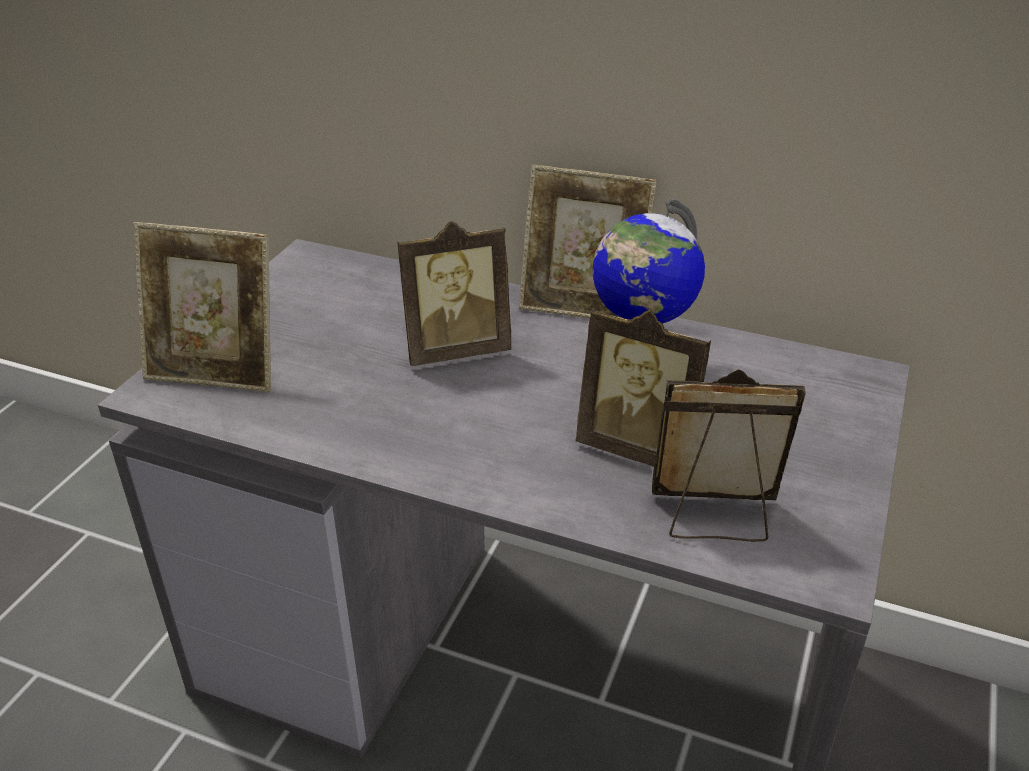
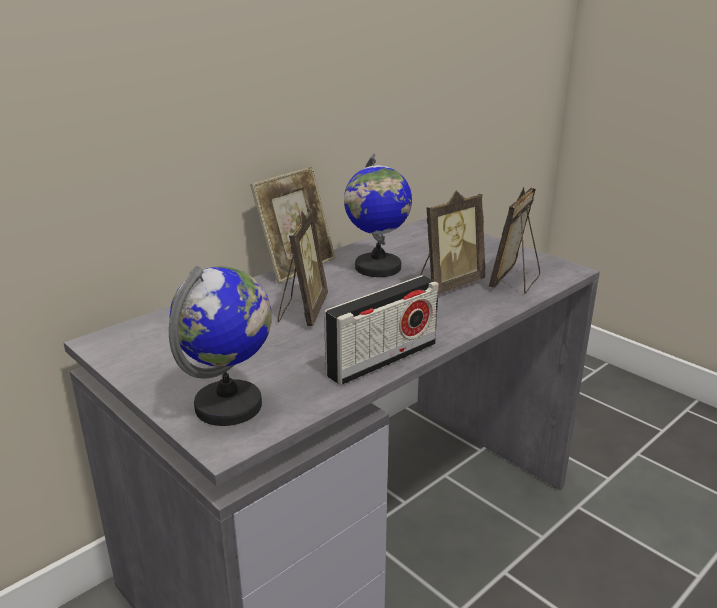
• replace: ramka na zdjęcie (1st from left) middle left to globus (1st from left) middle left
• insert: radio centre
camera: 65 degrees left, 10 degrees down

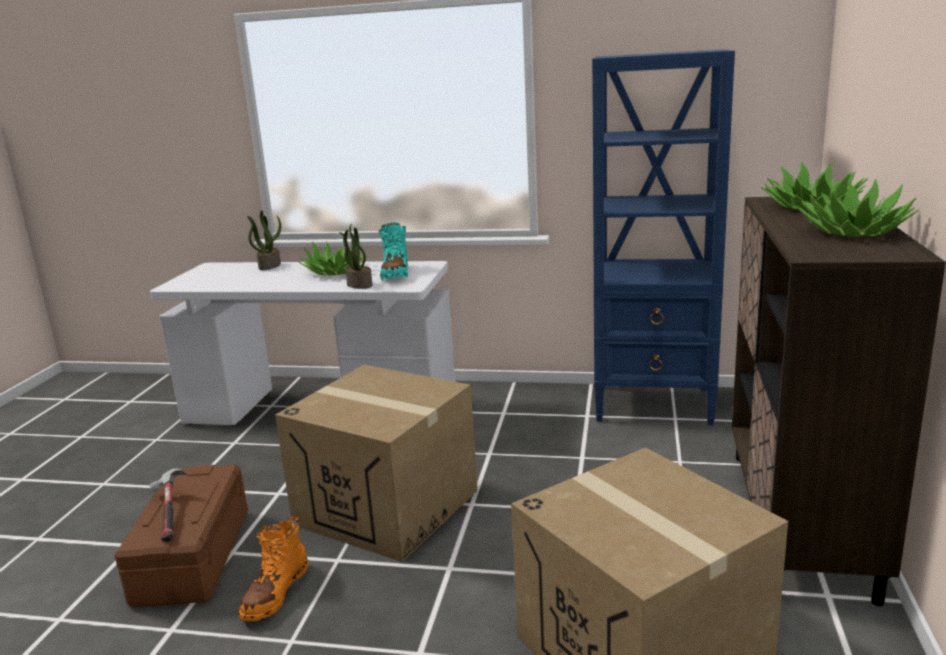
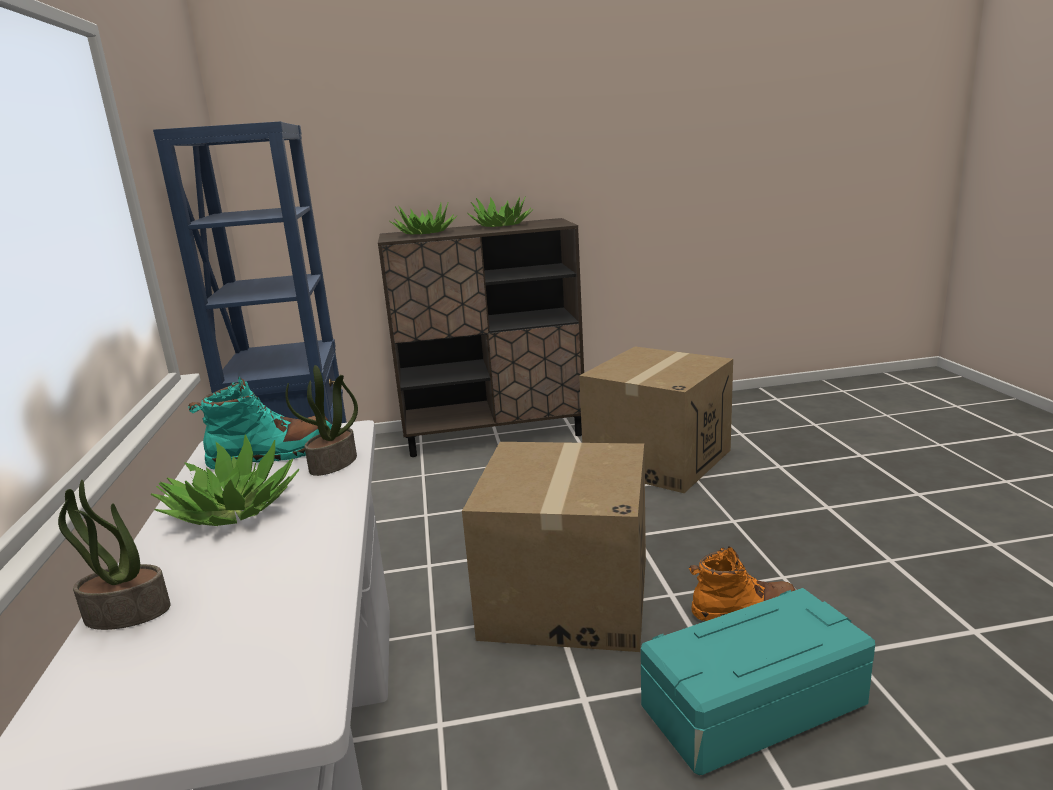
• recolor: pojemnik do przechowywania [brązowy] bottom left to pojemnik do przechowywania [turkusowy] bottom right
• delete: młotek bottom left
camera: 110 degrees left, 0 degrees up

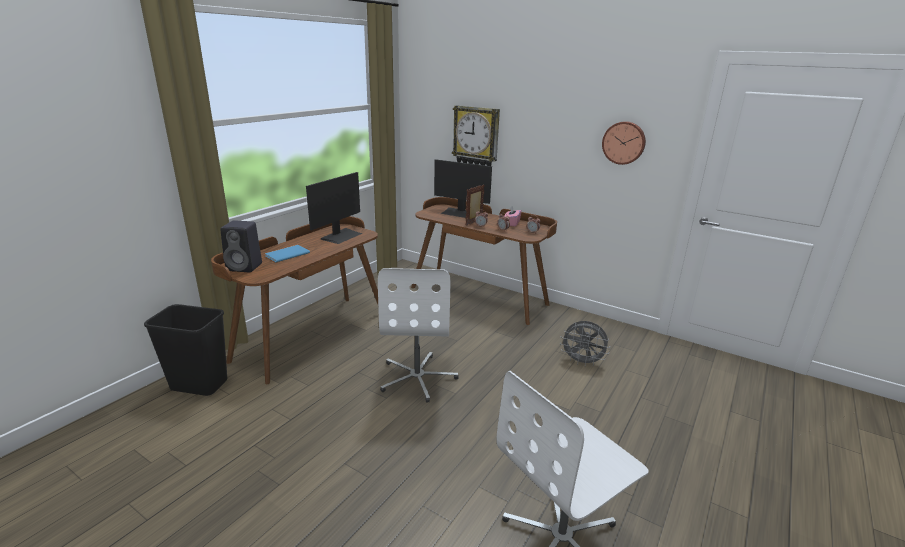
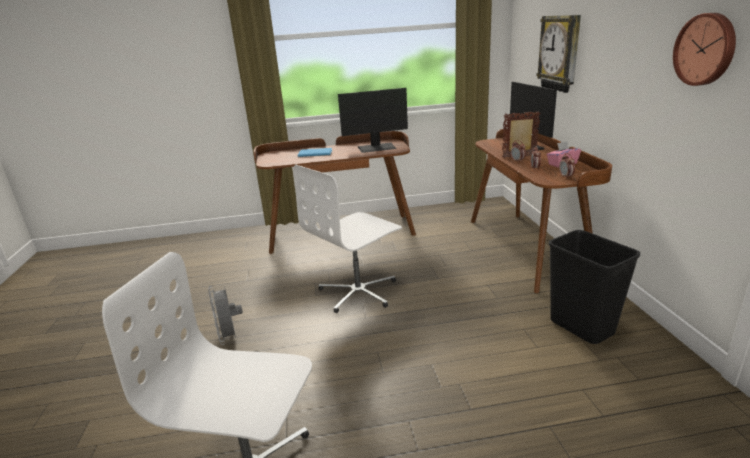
• delete: głośnik [czarny] middle left
• move: kosz na śmieci [czarny] middle left to middle right
• move: wentylator [szary] centre to bottom left
camera: 50 degrees right, 0 degrees up

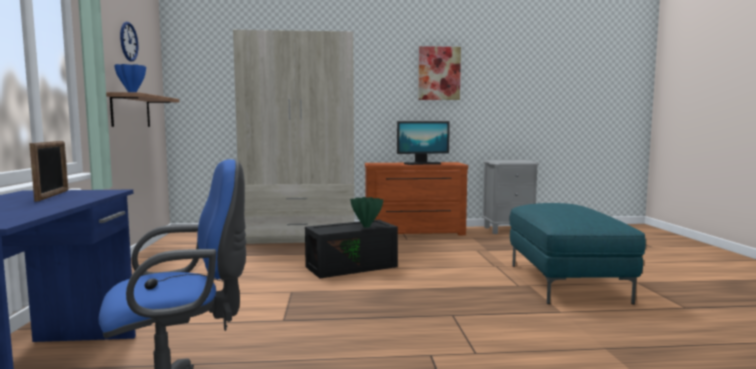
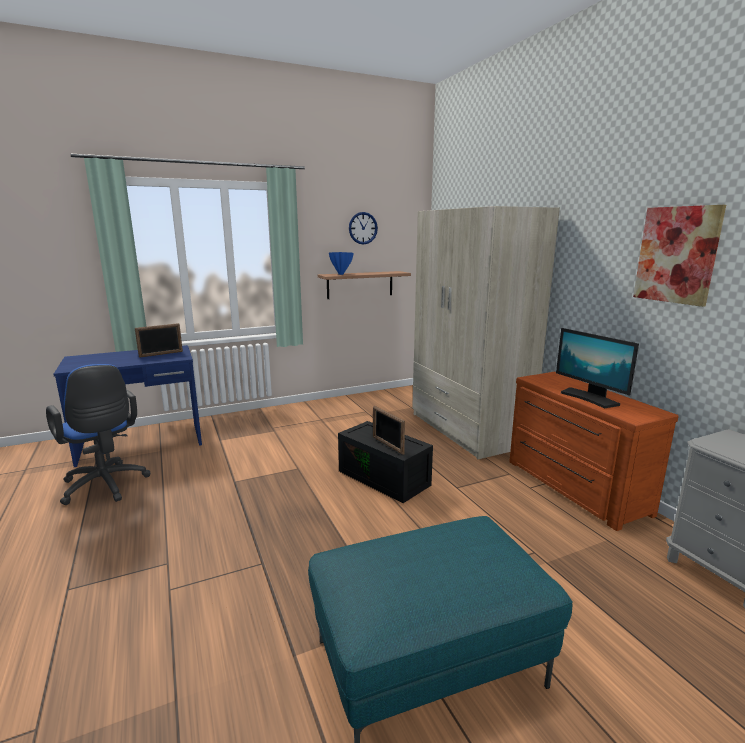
• replace: wazon [zielony] centre to ramka na zdjęcie (2nd from left) centre
camera: 70 degrees right, 10 degrees up

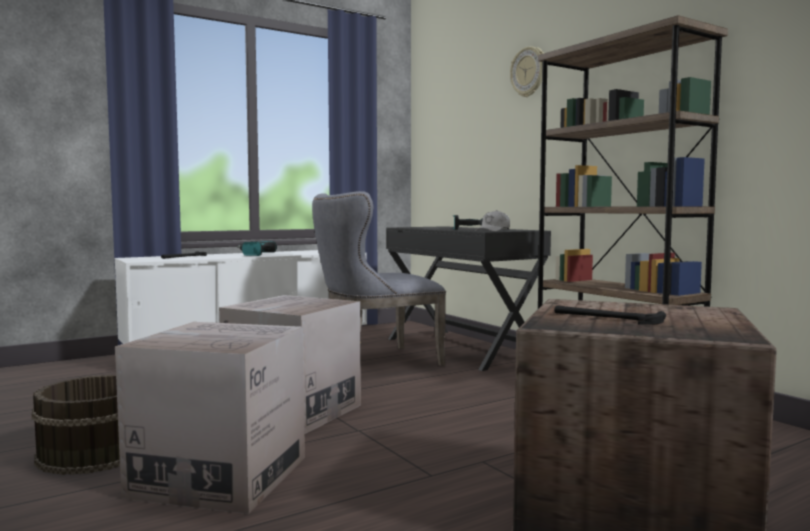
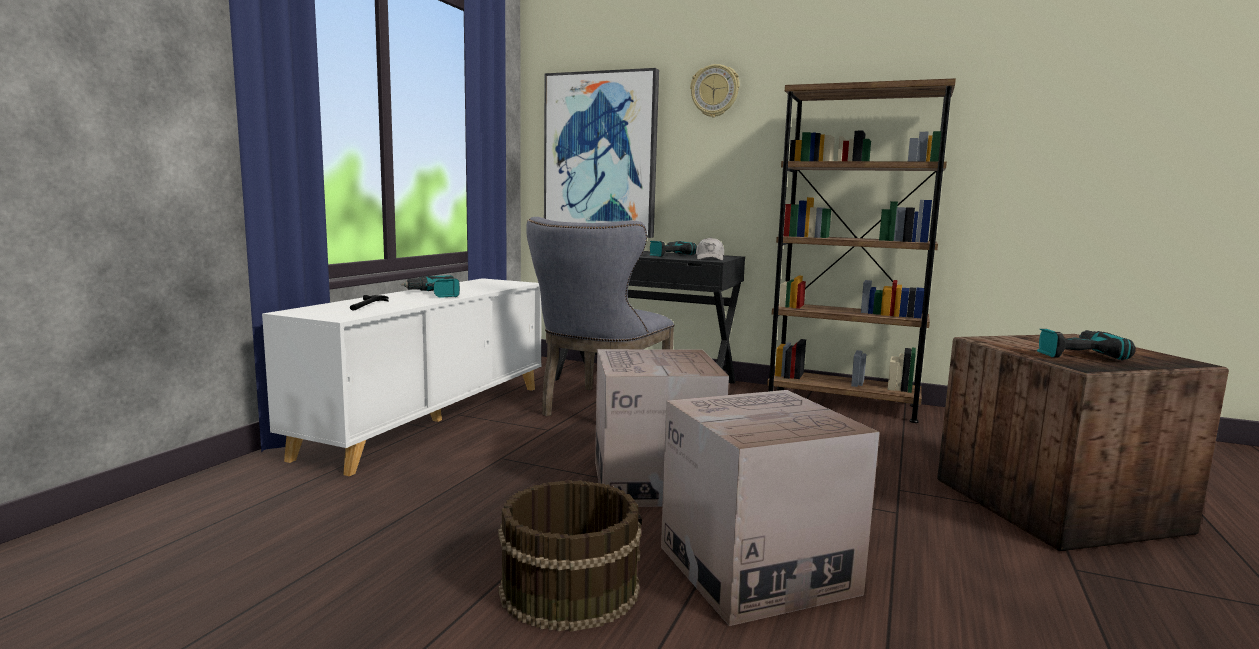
• replace: młotek (2nd from left) middle right to wiertarka (3rd from left) middle right
• insert: obraz top centre
camera: 35 degrees left, 5 degrees up

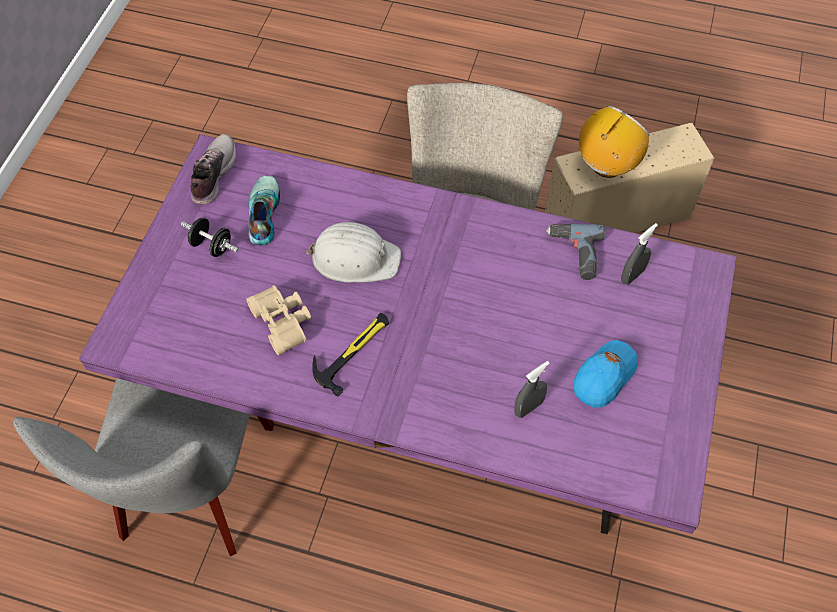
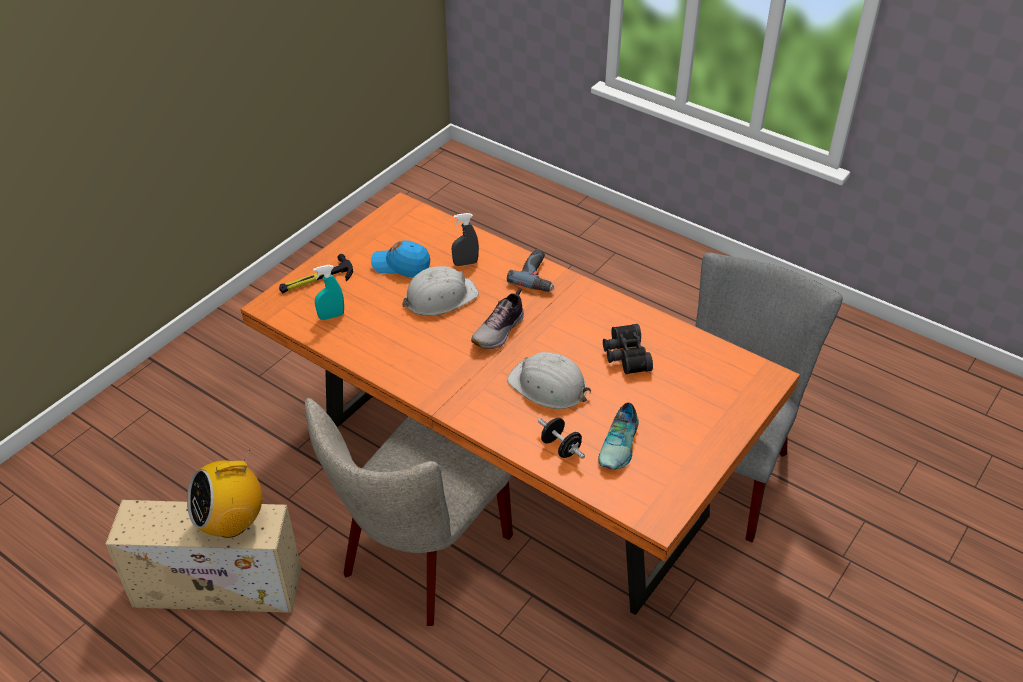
• recolor: stół jadalny [fioletowy] centre to stół jadalny [pomarańczowy] centre
• move: but (1st from left) top left to centre
• move: hantel [czarny] middle left to centre
• recolor: spryskiwacz [szary] (2nd from left) middle right to spryskiwacz [turkusowy] middle left
• move: wiertarka middle right to centre
• recolor: lornetka [beżowy] centre to lornetka [czarny] centre
• move: młotek centre to middle left
• rotate: czapka z daszkiem [niebieski] middle right = centre 45 degrees clockwise
• insert: kask [biały] (1st from left) centre
camera: 160 degrees left, 15 degrees down

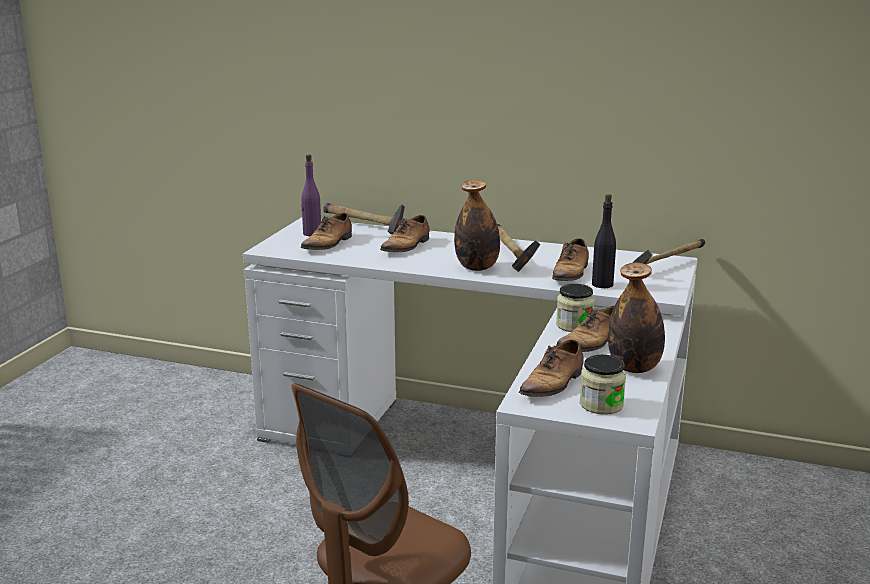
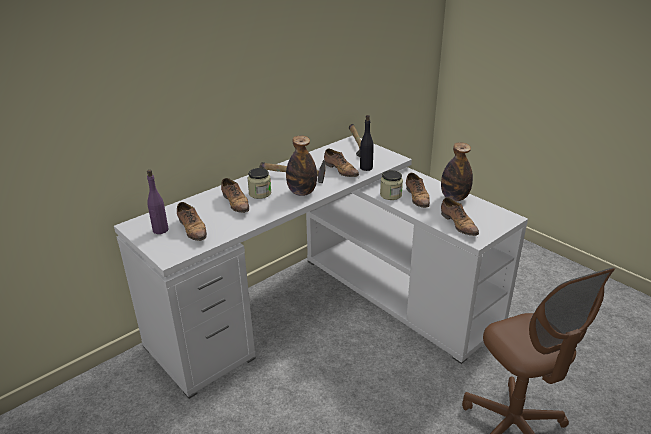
• delete: młotek (1st from left) centre
• move: słoik (2nd from left in the first image) middle right to słoik (1st from left) centre
camera: 60 degrees left, 10 degrees up

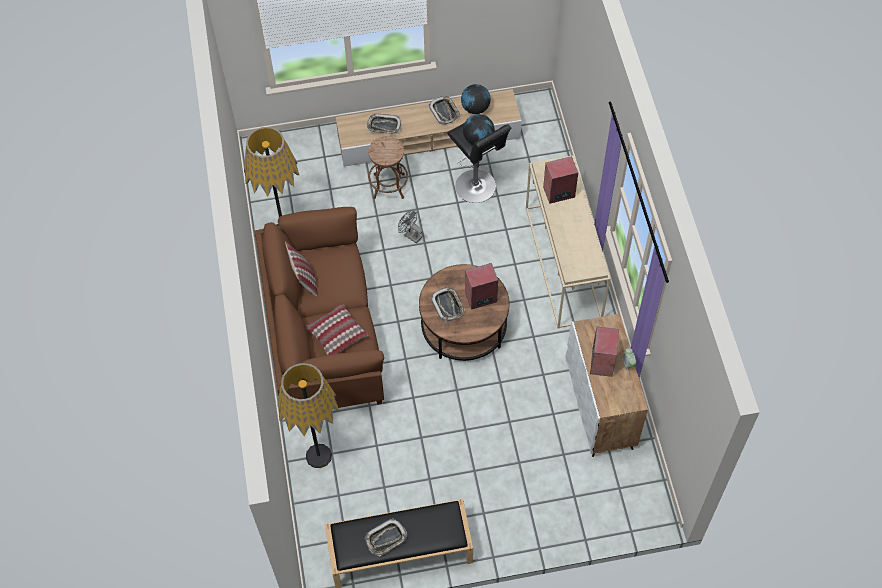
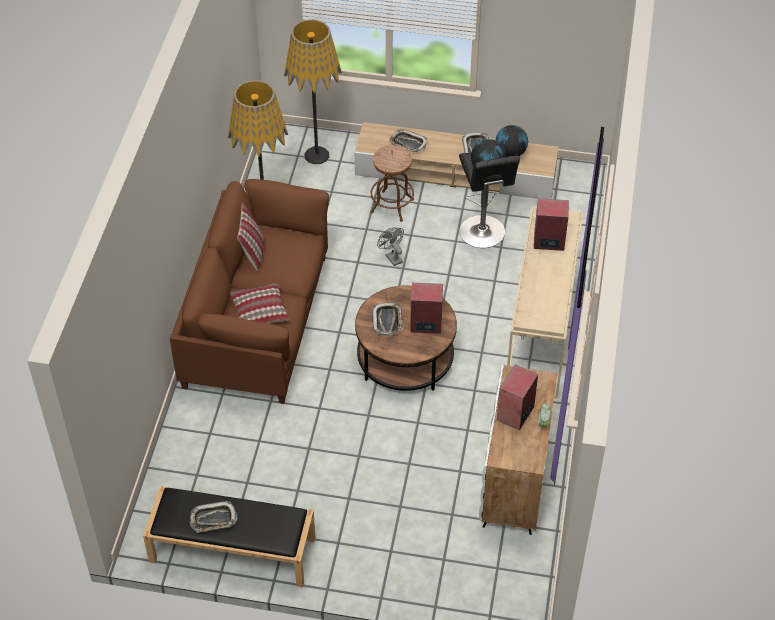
• move: lampa stojąca (2nd from left) bottom centre to top centre
camera: 20 degrees right, 10 degrees down

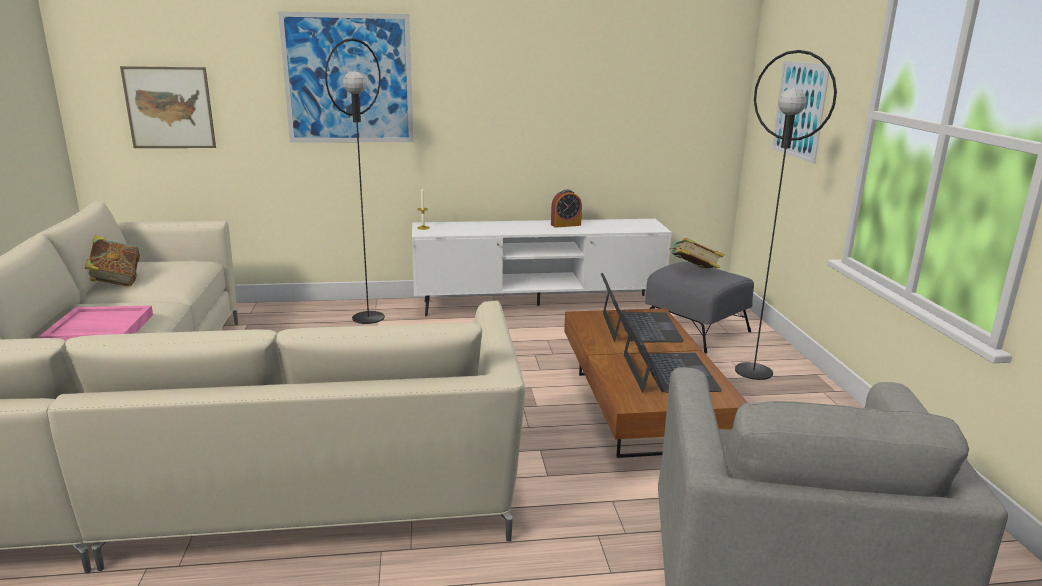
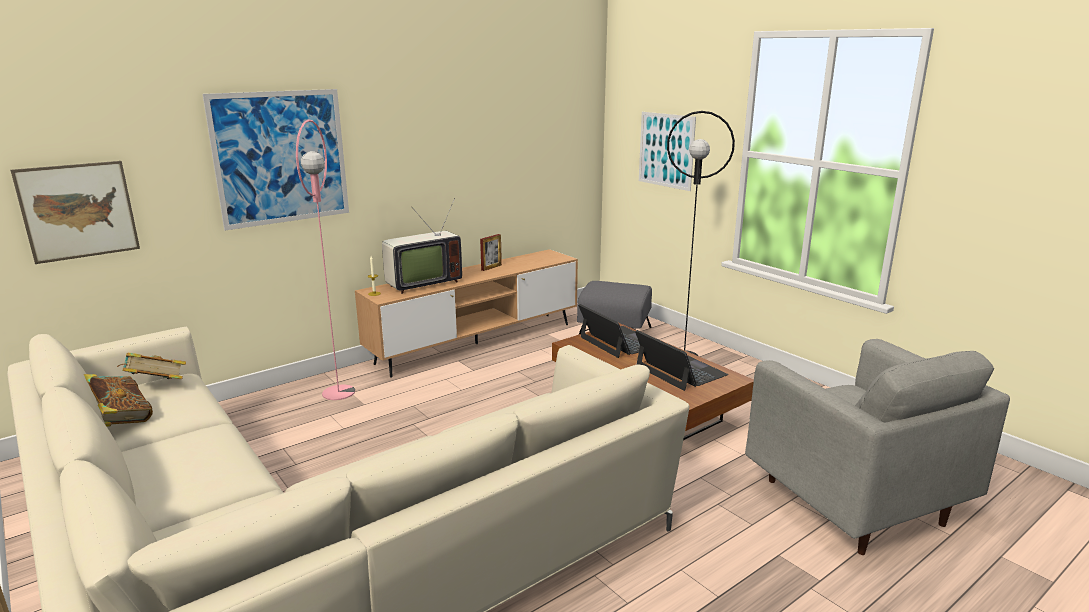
• recolor: lampa stojąca [czarny] (1st from left) top centre to lampa stojąca [różowy] middle left
• replace: budzik centre to ramka na zdjęcie centre
• recolor: szafka pod telewizor [biały] centre to szafka pod telewizor [brązowy] centre
• move: książka (2nd from left) middle right to middle left
• delete: taca [różowy] middle left
• insert: telewizor centre
camera: 30 degrees left, 0 degrees up

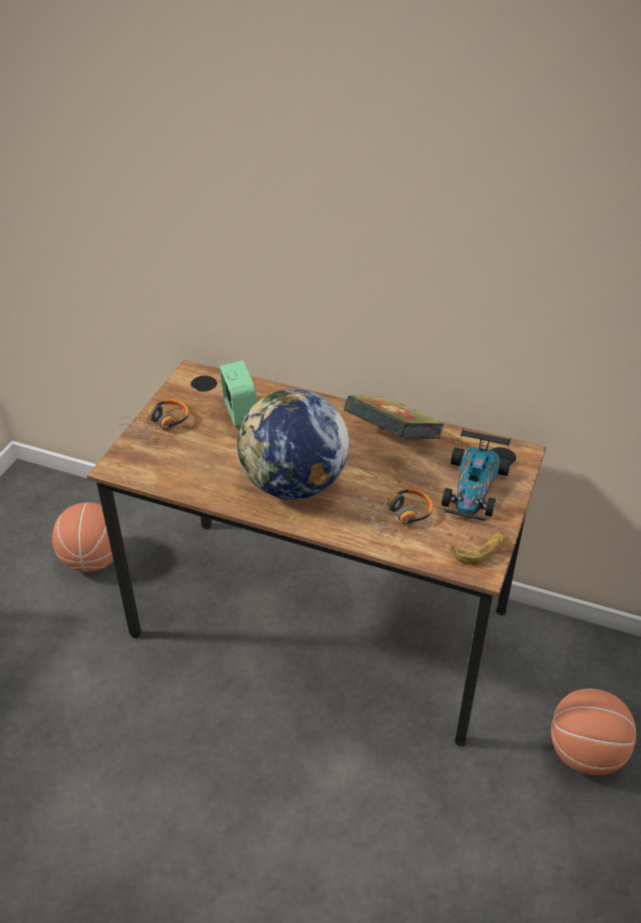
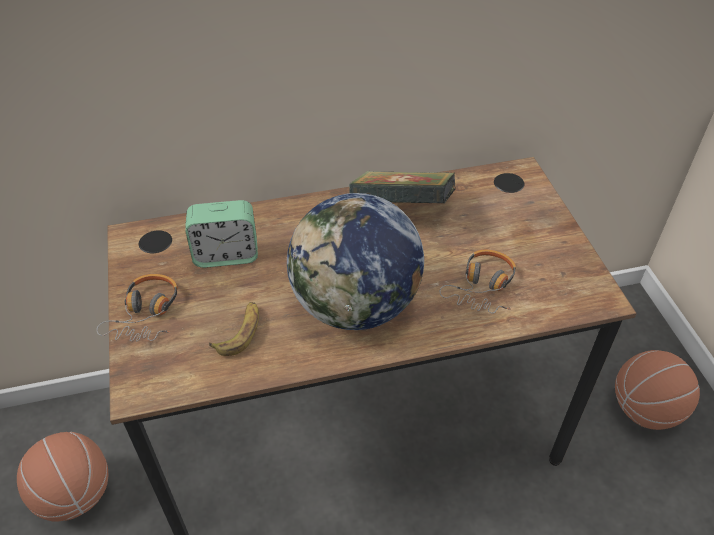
• rotate: budzik centre = middle left 135 degrees clockwise
• delete: samochodzik middle right
• move: banan middle right to middle left
camera: 35 degrees left, 5 degrees up

